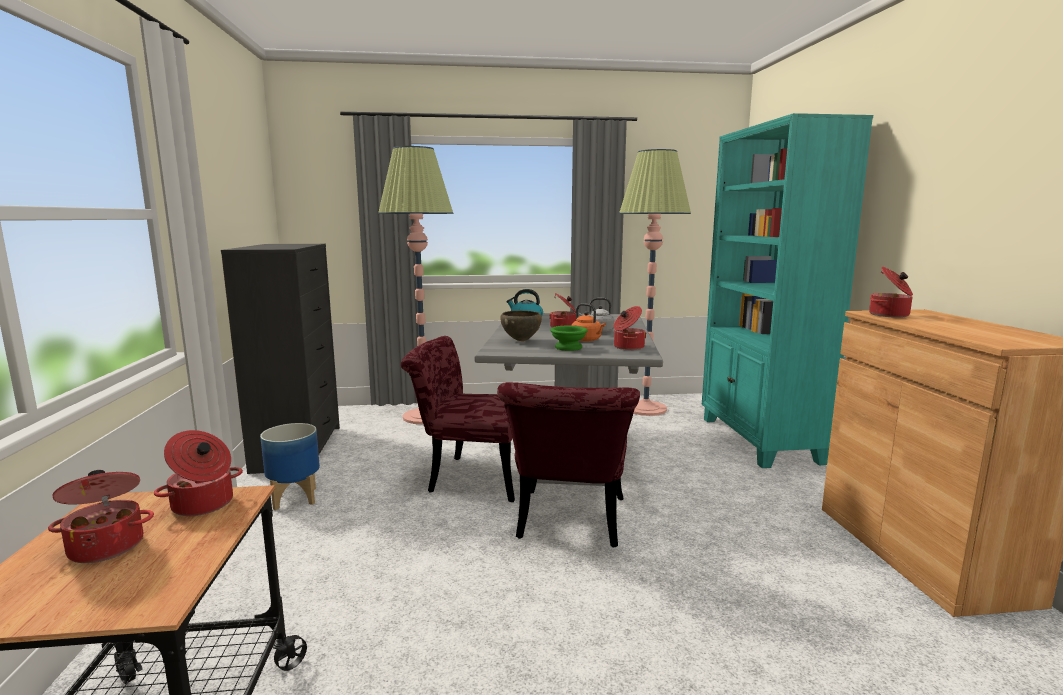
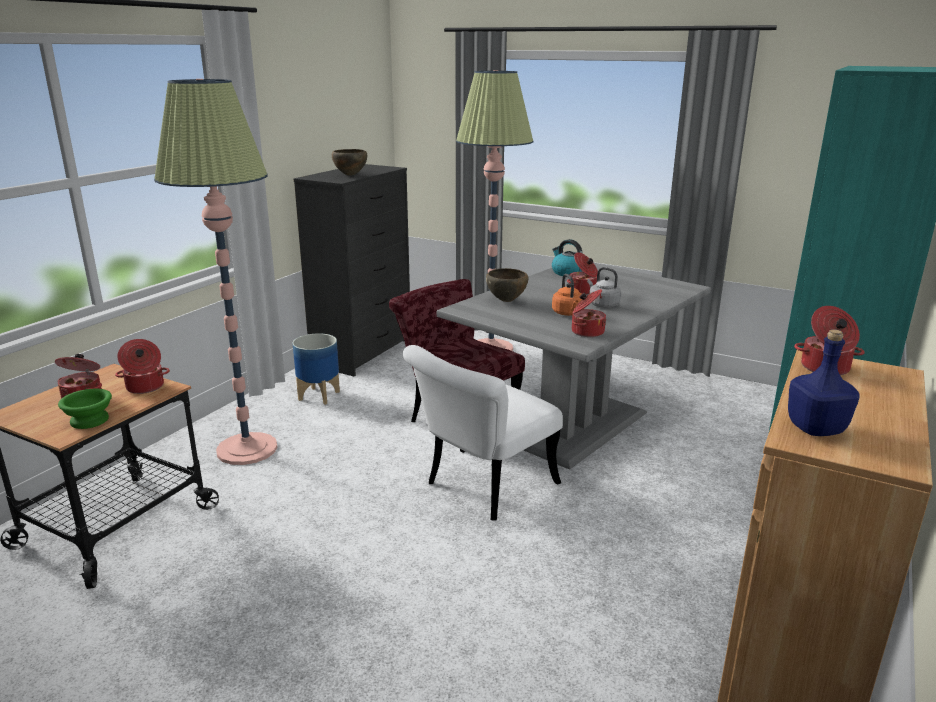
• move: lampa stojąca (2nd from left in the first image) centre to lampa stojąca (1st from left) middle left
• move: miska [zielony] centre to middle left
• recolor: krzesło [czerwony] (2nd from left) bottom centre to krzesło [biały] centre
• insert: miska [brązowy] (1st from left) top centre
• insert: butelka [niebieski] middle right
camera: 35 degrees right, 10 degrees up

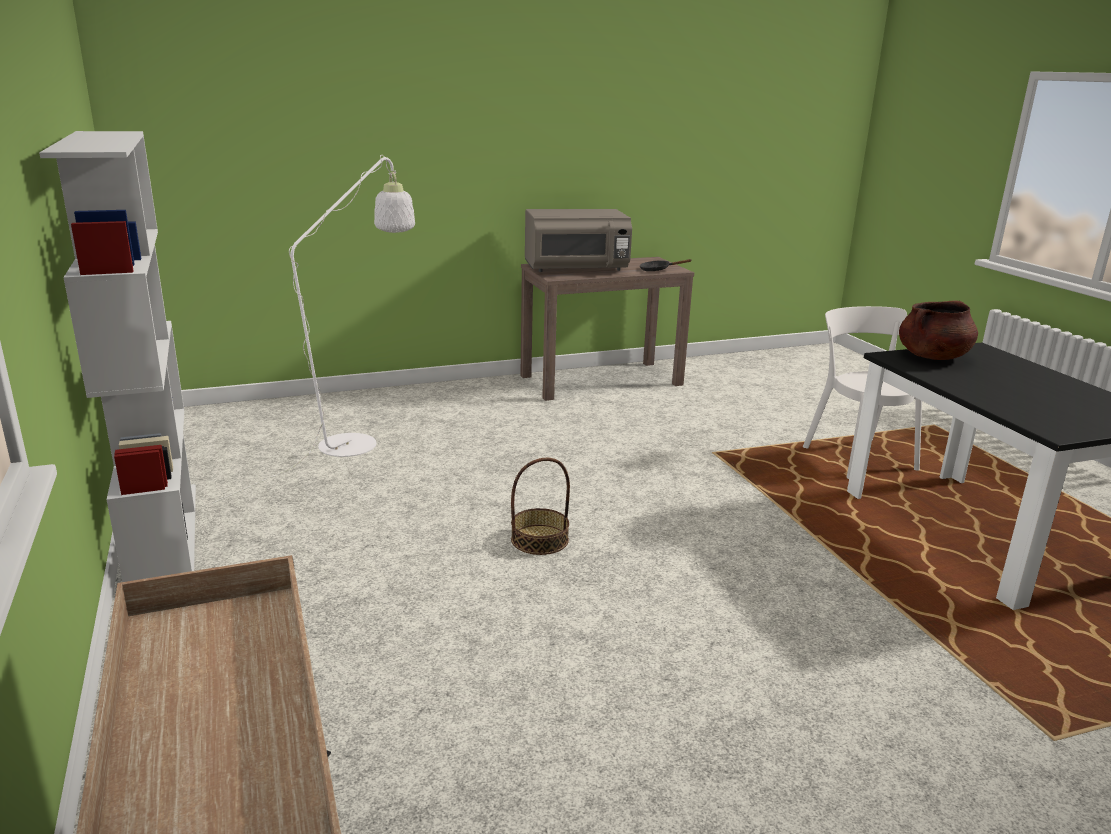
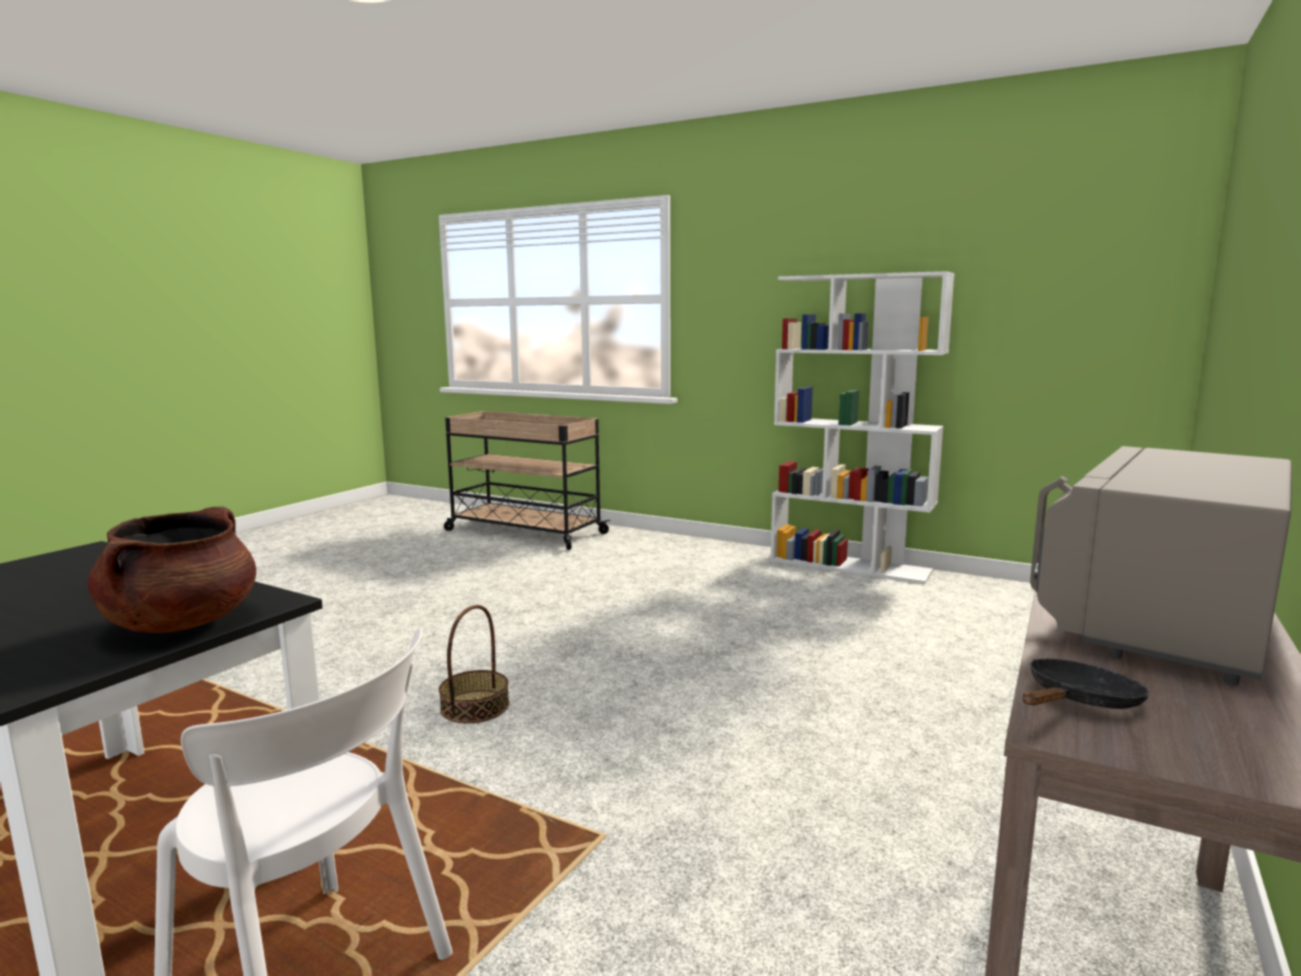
• delete: lampa stojąca [biały] middle left
• move: koszyk centre to bottom centre
camera: 140 degrees right, 10 degrees down

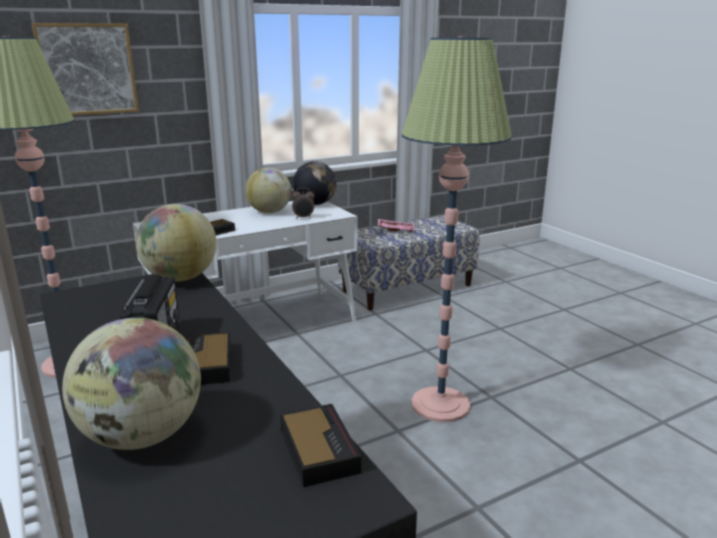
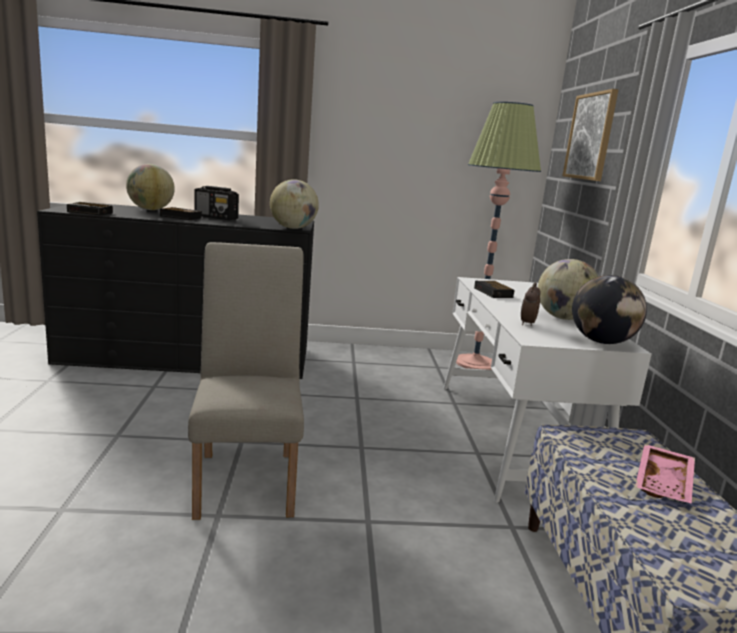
• replace: lampa stojąca (2nd from left) centre to krzesło [beżowy] centre
camera: 115 degrees right, 5 degrees down

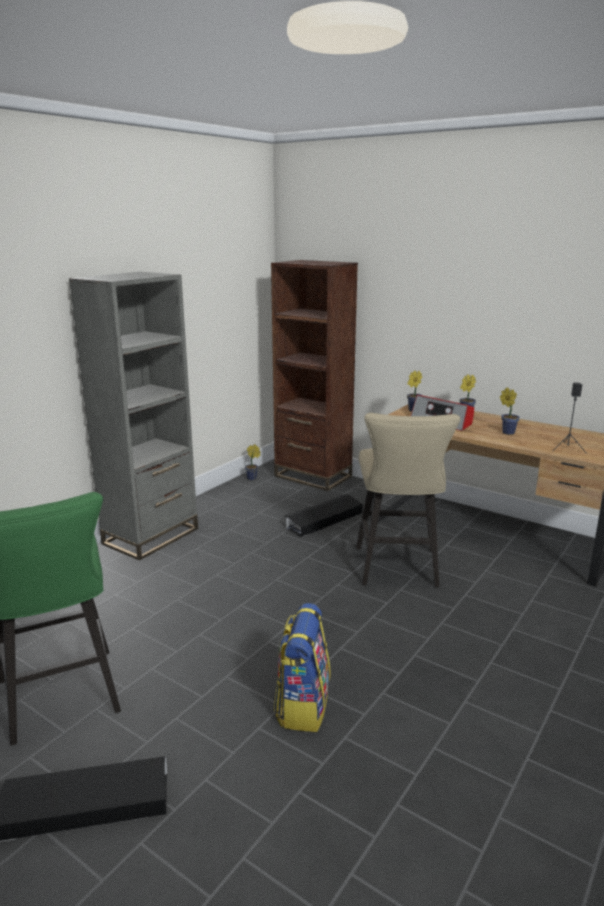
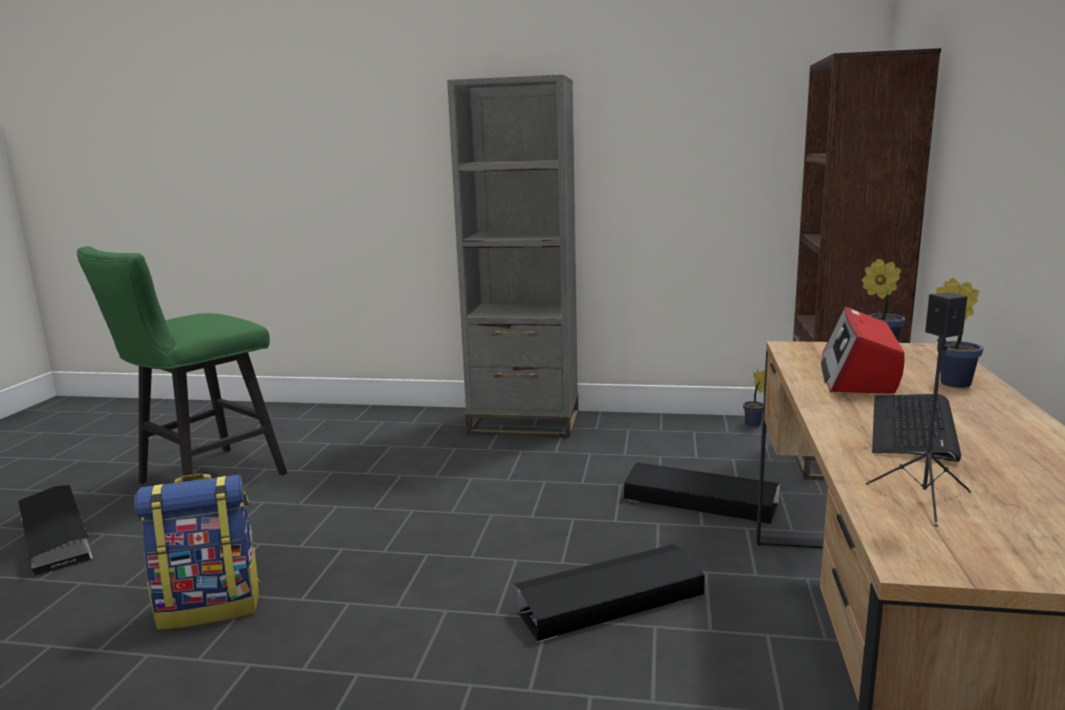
• replace: roślina doniczkowa (4th from left) middle right to klawiatura middle right
• replace: stołek [beżowy] middle right to pojemnik do przechowywania [czarny] (2nd from left) bottom centre
camera: 65 degrees right, 5 degrees down

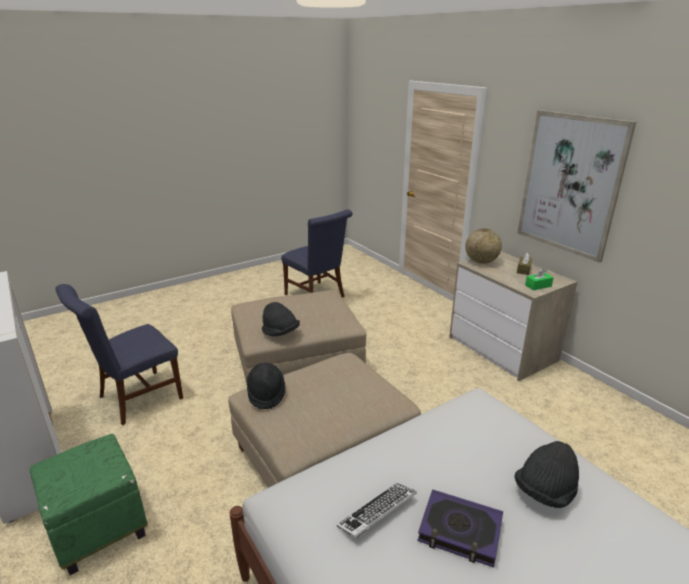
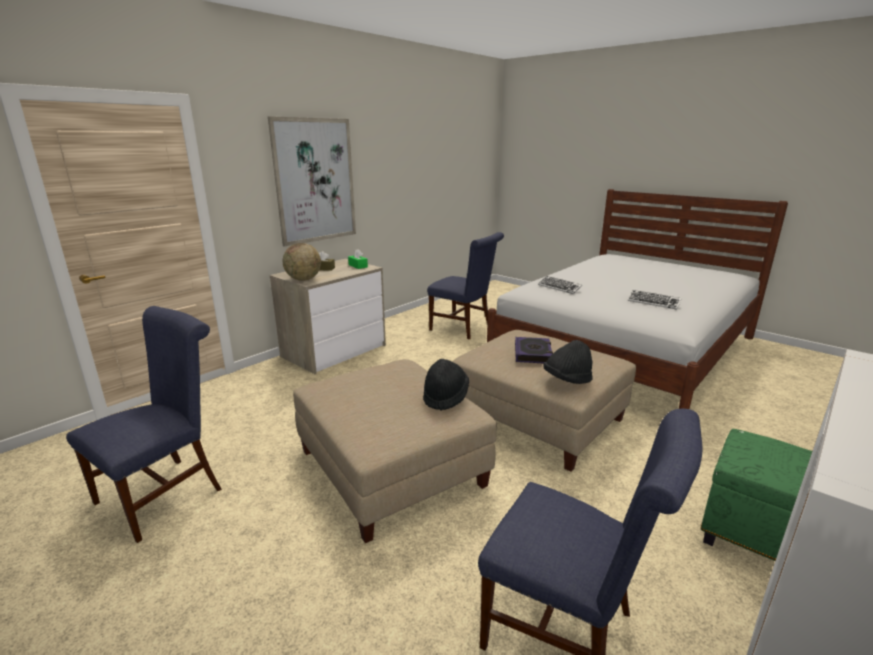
• delete: kapelusz [czarny] (3rd from left) bottom right
• move: książka bottom right to centre
• insert: krzesło [niebieski] (2nd from left) centre
• insert: klawiatura (1st from left) centre
camera: 105 degrees left, 5 degrees down

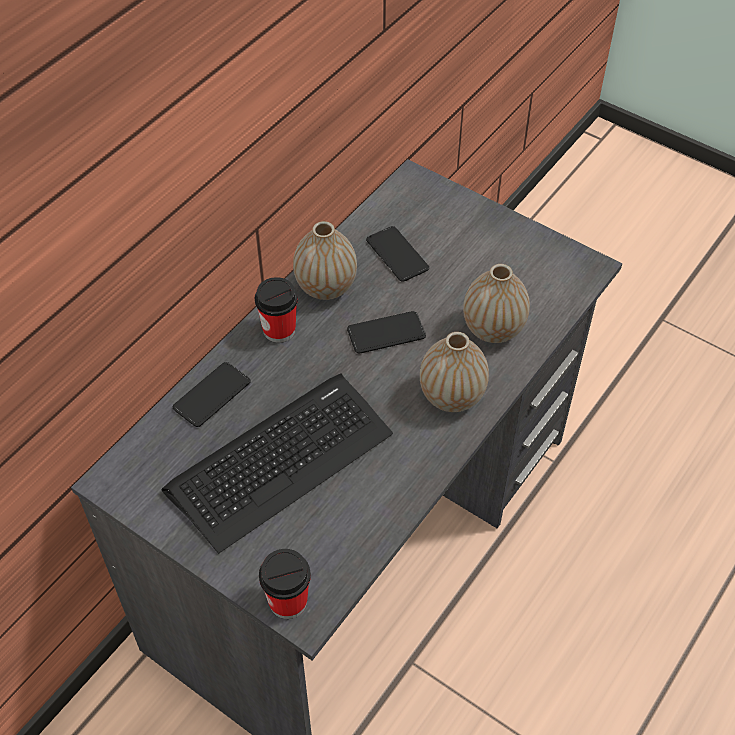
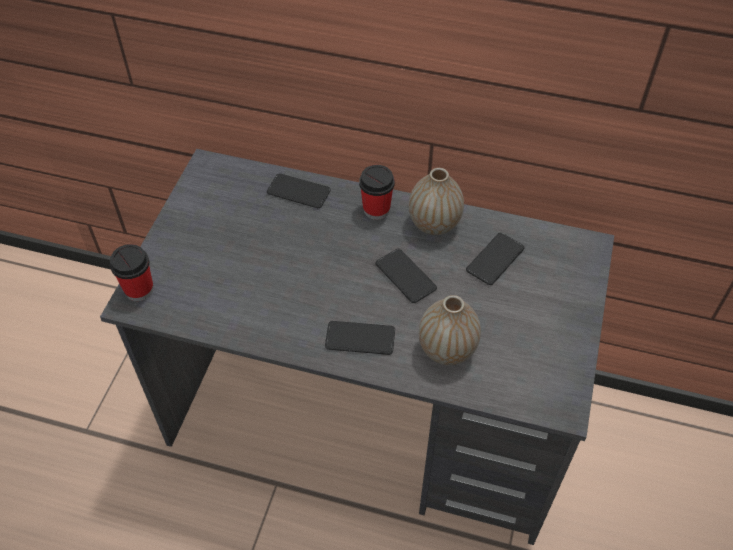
• replace: wazon (2nd from left) centre to telefon (2nd from left) centre
• delete: klawiatura centre
camera: 70 degrees right, 0 degrees up

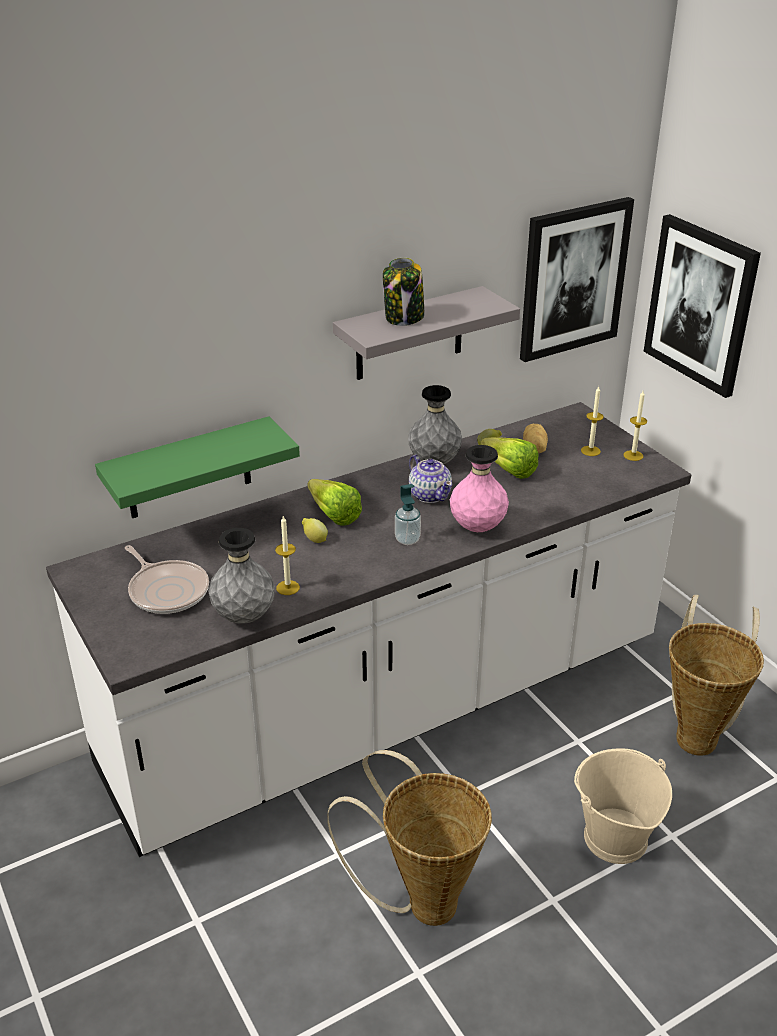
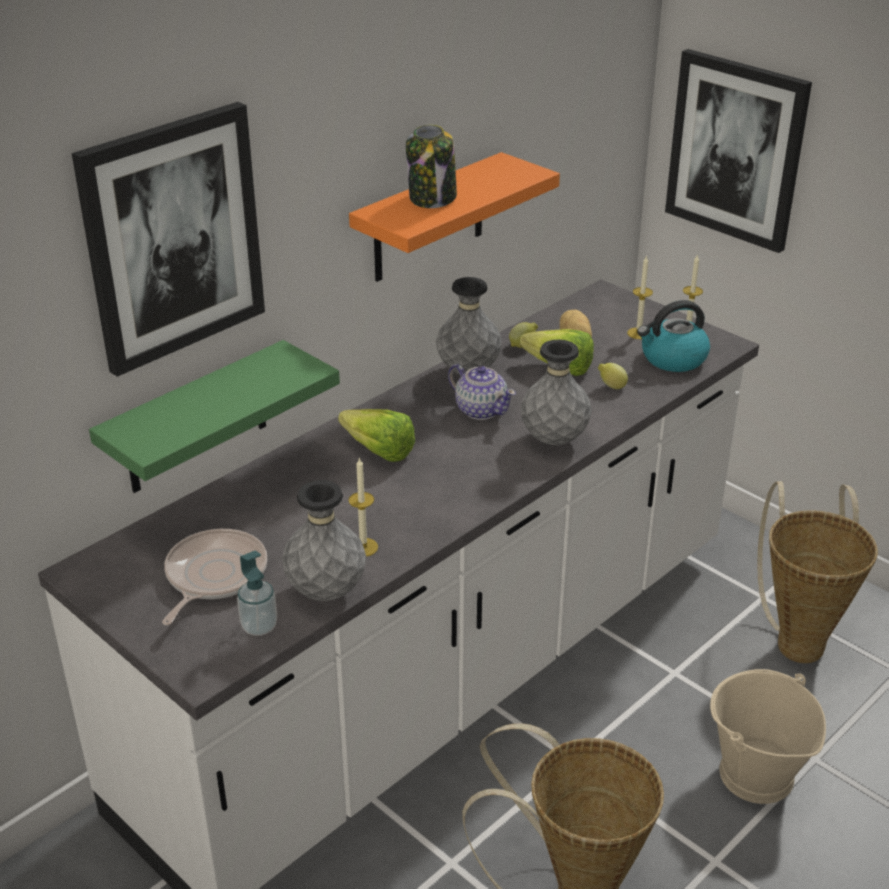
• move: obraz (1st from left) top right to top left
• recolor: półka [szary] top centre to półka [pomarańczowy] top centre
• recolor: wazon [różowy] centre to wazon [szary] (3rd from left) centre
• move: dozownik mydła centre to bottom left
• move: cytryna (1st from left in the first image) centre to cytryna (2nd from left) middle right
• rotate: patelnia middle left = middle left 105 degrees counterclockwise
• insert: czajnik middle right
camera: 15 degrees left, 0 degrees up

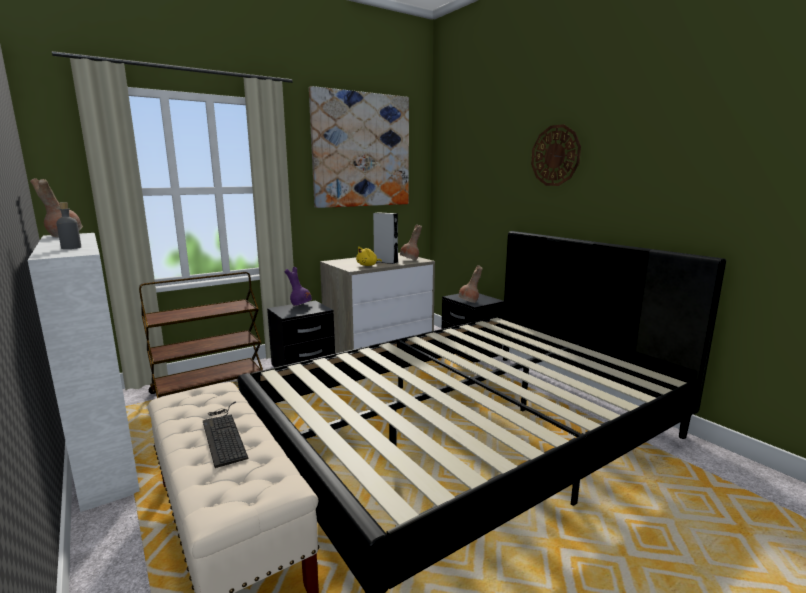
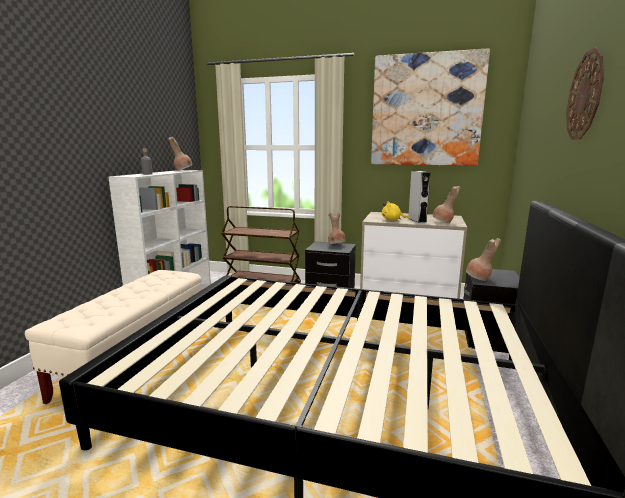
• recolor: wazon [fioletowy] centre to wazon [brązowy] (2nd from left) centre
• delete: klawiatura bottom left
camera: 50 degrees right, 0 degrees up

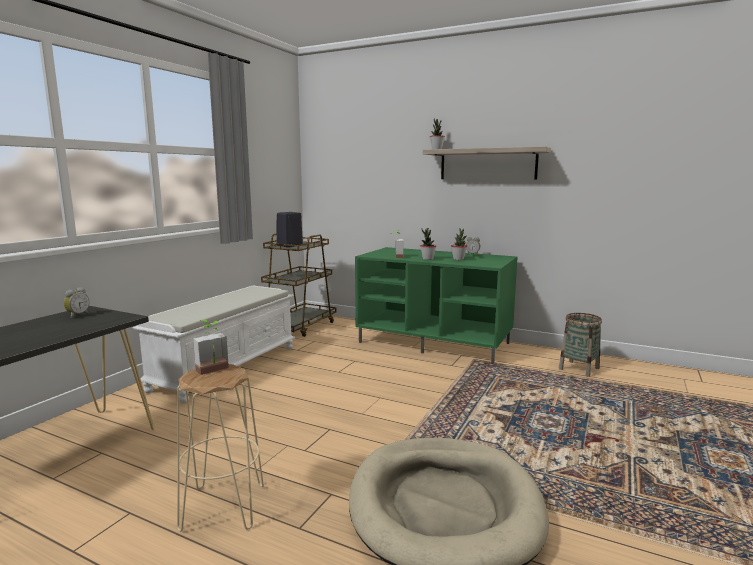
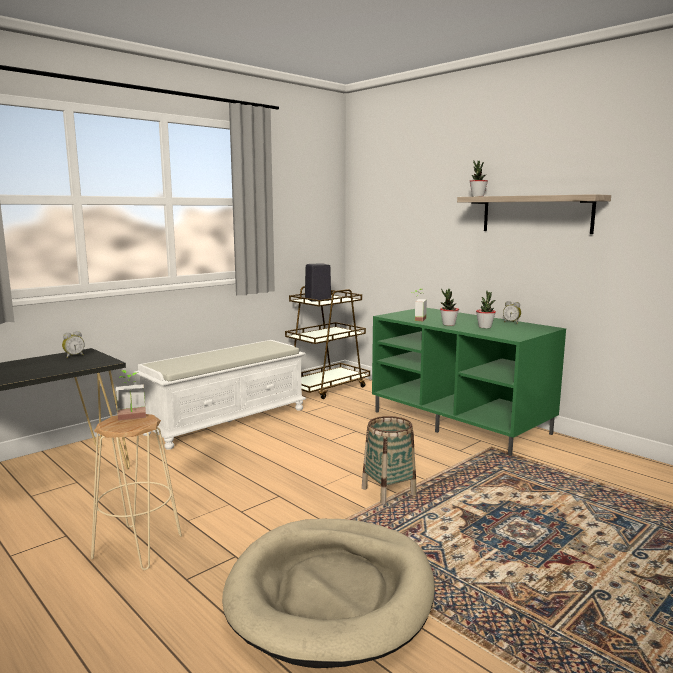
• move: koszyk middle right to bottom centre
camera: 20 degrees right, 0 degrees up

